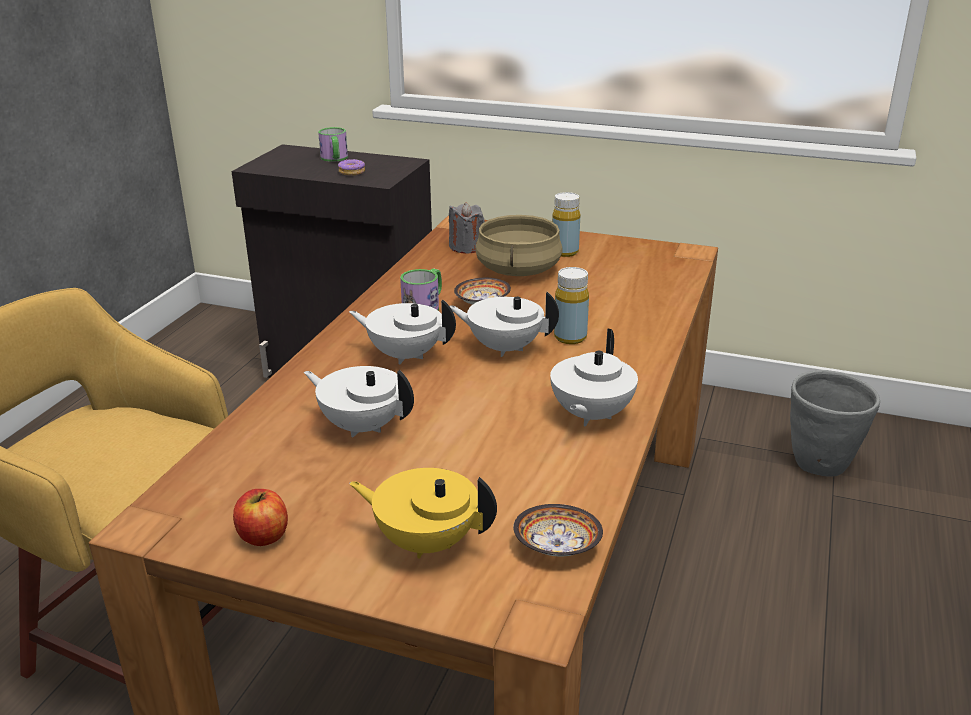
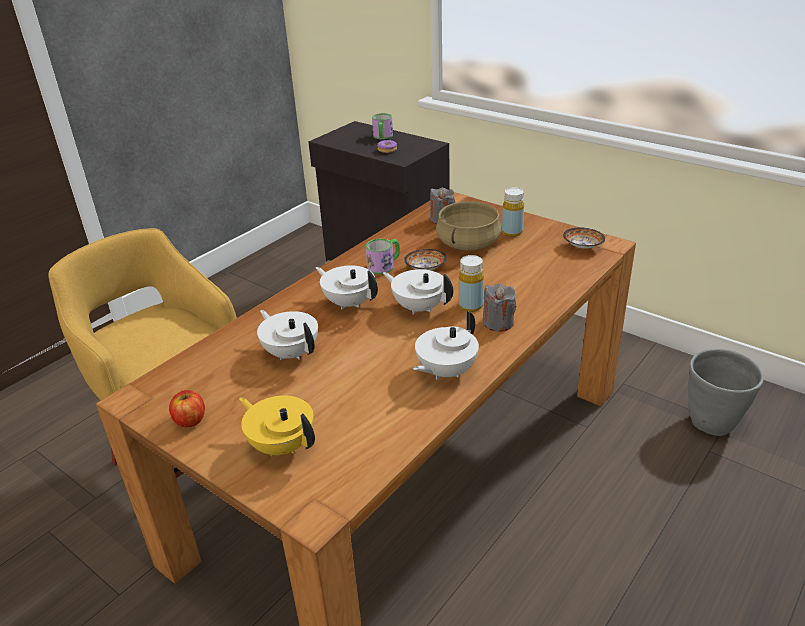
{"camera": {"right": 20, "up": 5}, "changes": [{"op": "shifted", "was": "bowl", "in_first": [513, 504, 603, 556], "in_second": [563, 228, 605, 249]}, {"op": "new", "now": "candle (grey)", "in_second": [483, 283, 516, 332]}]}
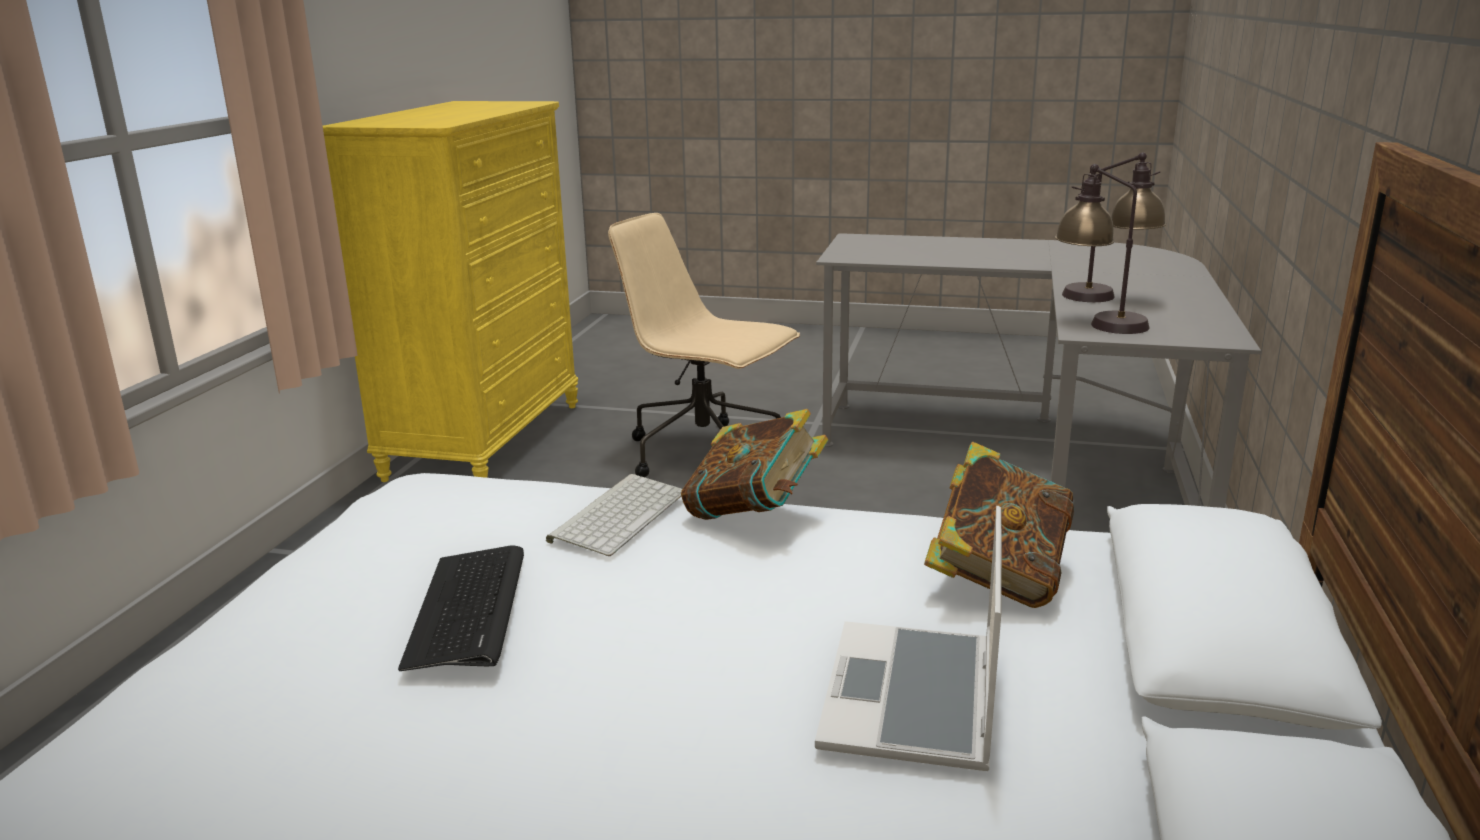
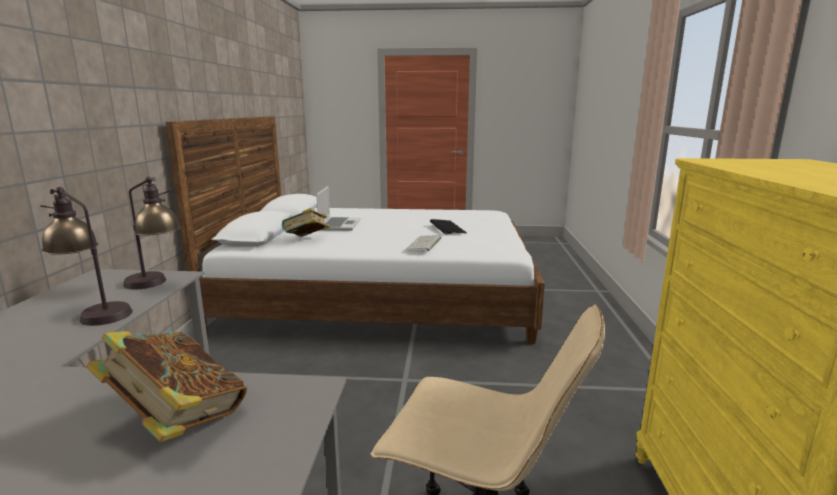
{"camera": {"right": 170, "up": -5}, "changes": [{"op": "shifted", "was": "book", "in_first": [681, 409, 829, 520], "in_second": [86, 331, 247, 442]}]}
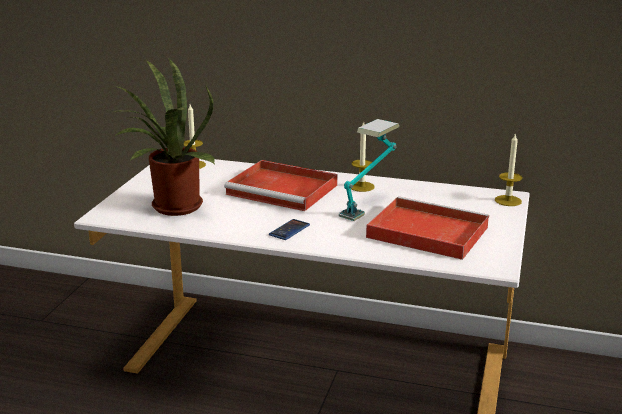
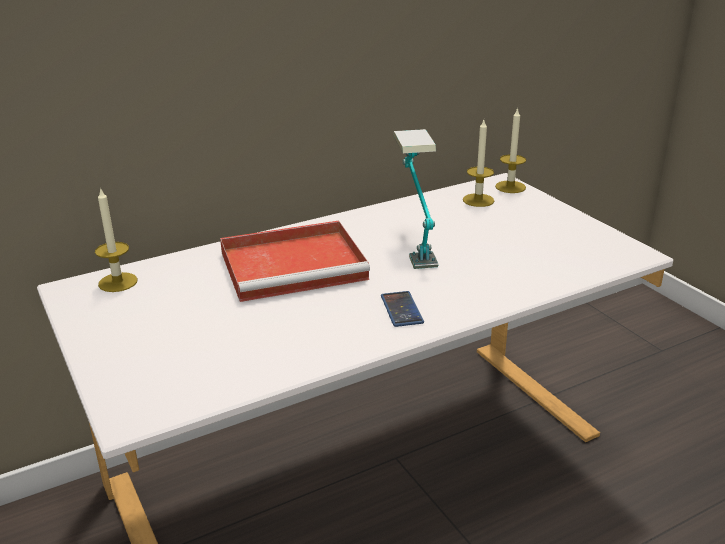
{"camera": {"right": -45, "up": 5}, "changes": [{"op": "gone", "was": "potted plant", "in_first": [112, 59, 215, 216]}, {"op": "shifted", "was": "candle", "in_first": [351, 121, 375, 192], "in_second": [463, 120, 494, 207]}, {"op": "gone", "was": "tray (red)", "in_first": [366, 196, 489, 260]}]}
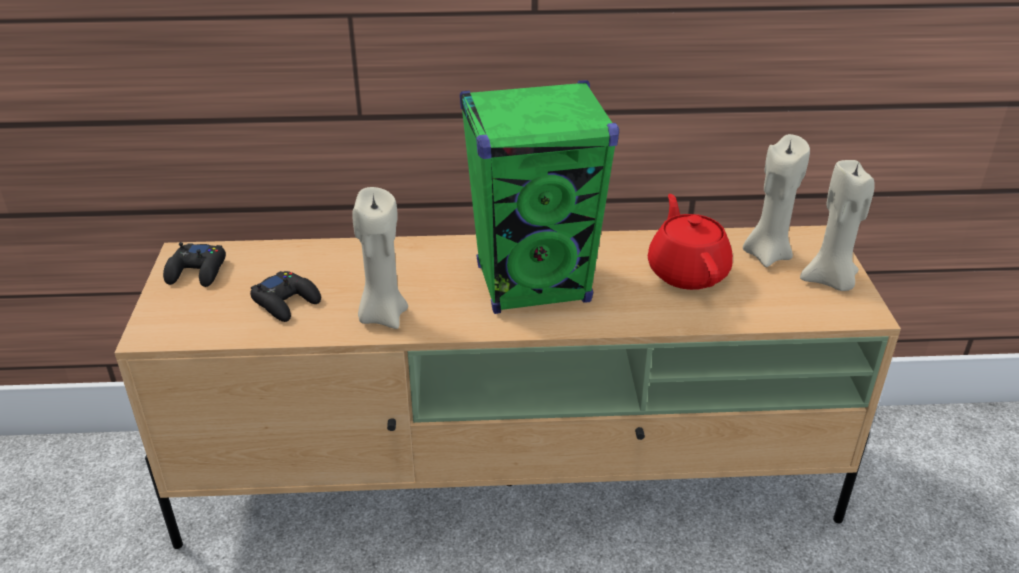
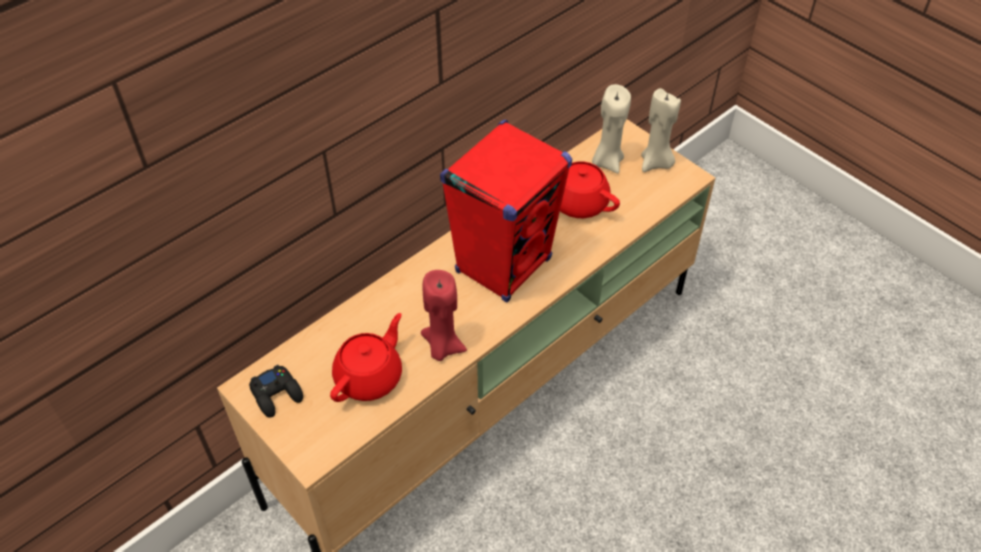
{"camera": {"right": -40, "up": 15}, "changes": [{"op": "swapped", "was": "game controller (black)", "now": "teapot (red)", "in_first": [250, 271, 321, 322], "in_second": [330, 313, 402, 402]}, {"op": "repainted", "was": "candle (beige)", "now": "candle (red)", "in_first": [352, 187, 408, 329], "in_second": [421, 270, 467, 361]}, {"op": "repainted", "was": "speaker (green)", "now": "speaker (red)", "in_first": [460, 80, 619, 314], "in_second": [440, 120, 572, 302]}]}
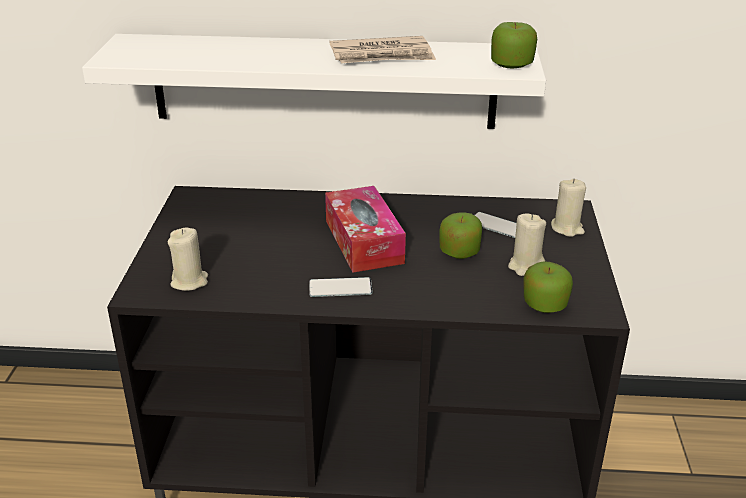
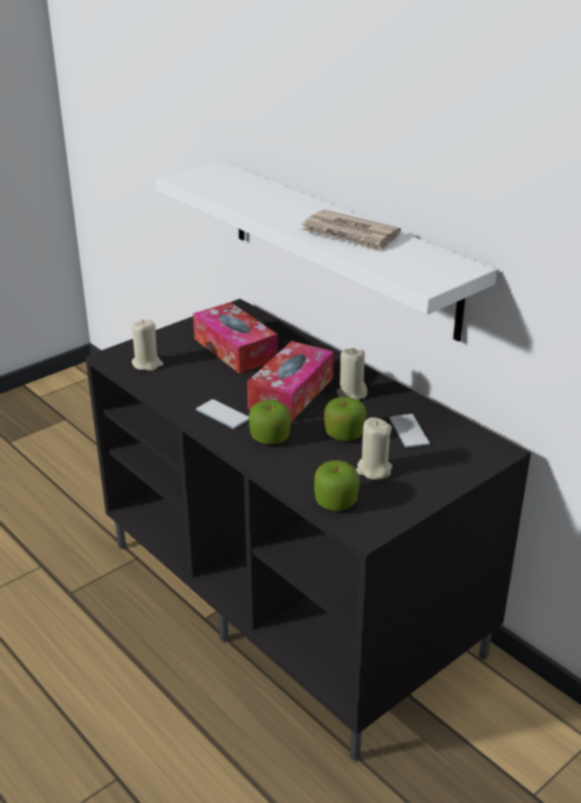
{"camera": {"right": 45, "up": 0}, "changes": [{"op": "shifted", "was": "apple", "in_first": [491, 22, 537, 68], "in_second": [249, 400, 291, 444]}, {"op": "shifted", "was": "candle (beige)", "in_first": [551, 179, 586, 237], "in_second": [337, 348, 367, 400]}, {"op": "new", "now": "tissue box", "in_second": [193, 302, 278, 374]}]}
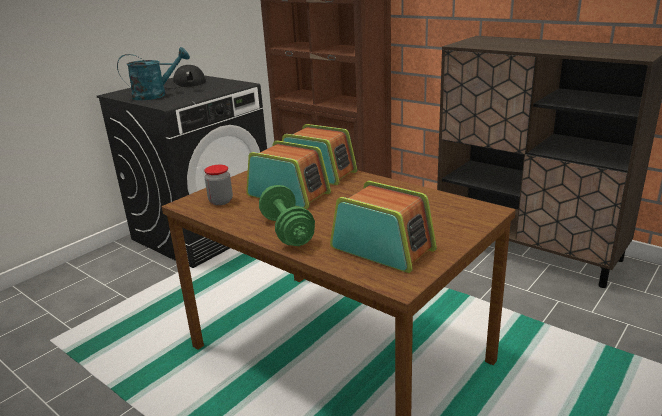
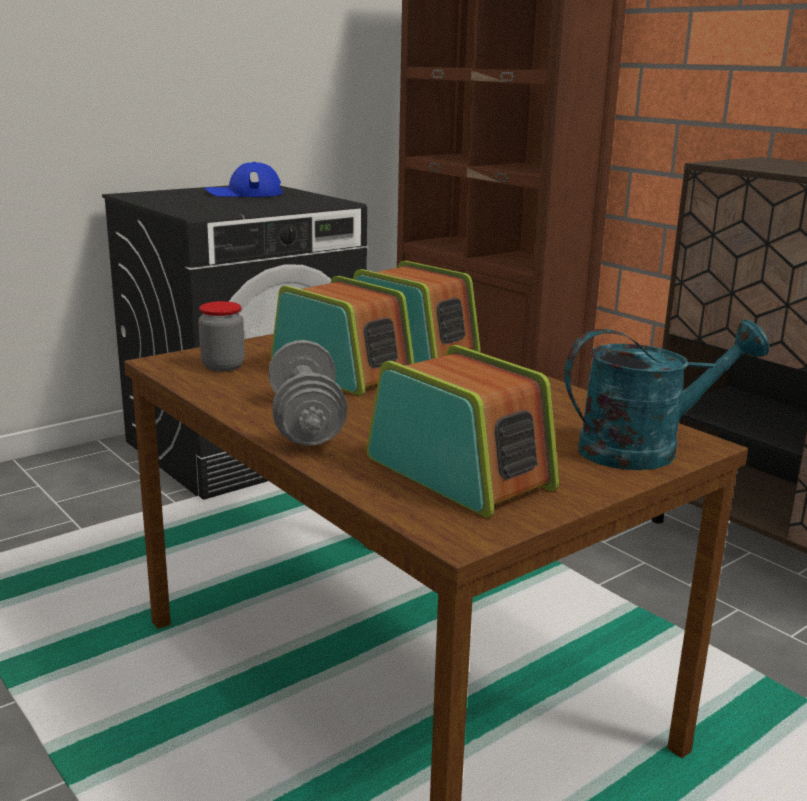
{"camera": {"right": 10, "up": -5}, "changes": [{"op": "shifted", "was": "watering can (turquoise)", "in_first": [117, 47, 190, 100], "in_second": [565, 320, 769, 470]}, {"op": "repainted", "was": "cap (black)", "now": "cap (blue)", "in_first": [164, 65, 206, 89], "in_second": [205, 162, 283, 197]}, {"op": "repainted", "was": "dumbbell (green)", "now": "dumbbell (grey)", "in_first": [259, 185, 315, 246], "in_second": [268, 340, 348, 446]}]}
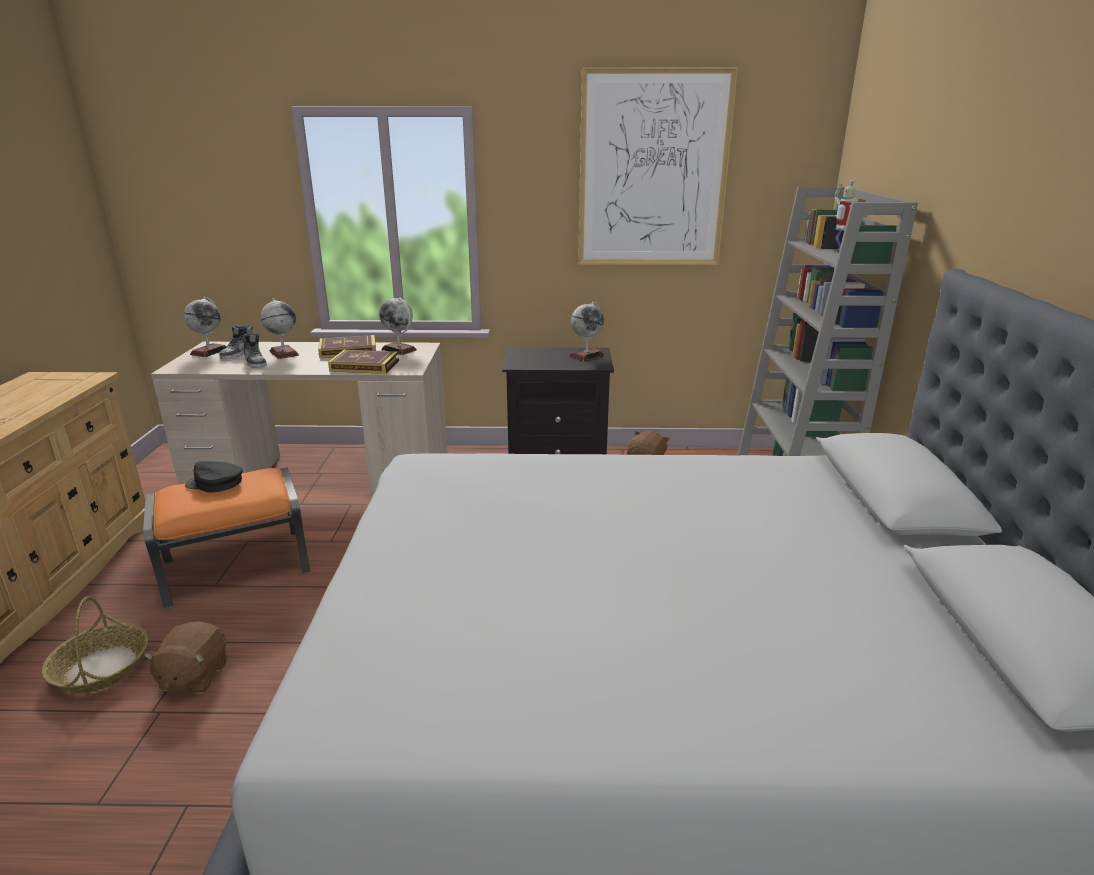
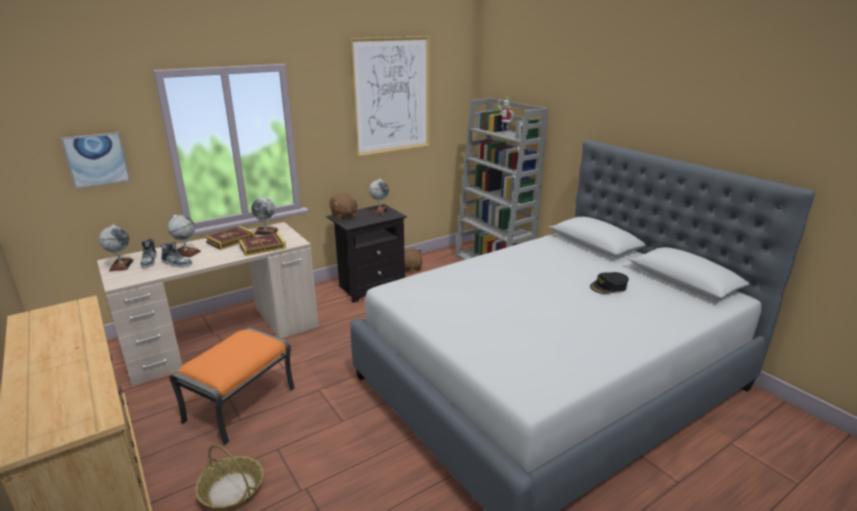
{"camera": {"right": -35, "up": 0}, "changes": [{"op": "shifted", "was": "plush toy (brown)", "in_first": [144, 621, 227, 693], "in_second": [330, 193, 358, 220]}, {"op": "shifted", "was": "cap (black)", "in_first": [185, 461, 243, 492], "in_second": [590, 272, 629, 294]}, {"op": "new", "now": "picture", "in_second": [61, 132, 131, 189]}]}
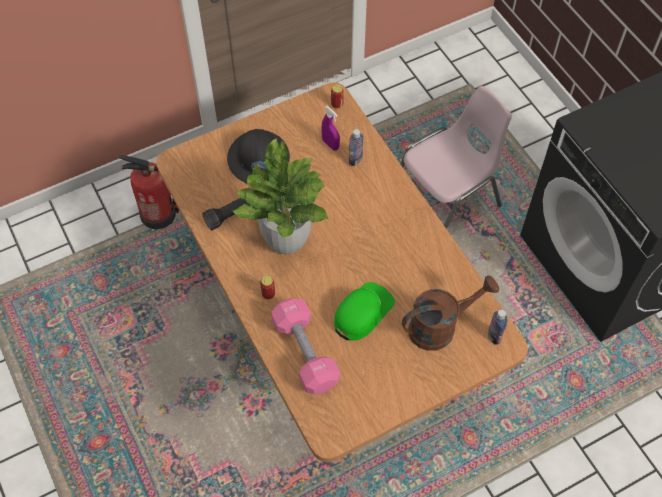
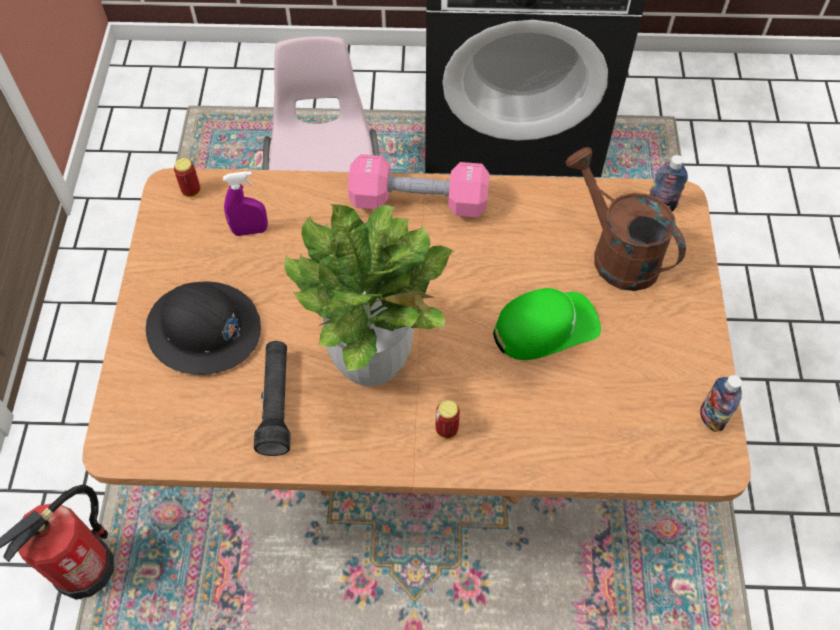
{"camera": {"right": -60, "up": 0}, "changes": [{"op": "shifted", "was": "dumbbell (pink)", "in_first": [271, 298, 340, 394], "in_second": [348, 154, 490, 217]}, {"op": "rotated", "was": "cap (green)", "in_first": [334, 282, 395, 341], "in_second": [493, 288, 601, 360], "clockwise": 90}, {"op": "shifted", "was": "bottle", "in_first": [349, 129, 364, 166], "in_second": [700, 375, 742, 432]}, {"op": "rotated", "was": "watering can (brown)", "in_first": [402, 275, 499, 351], "in_second": [566, 147, 686, 291], "clockwise": -45}]}
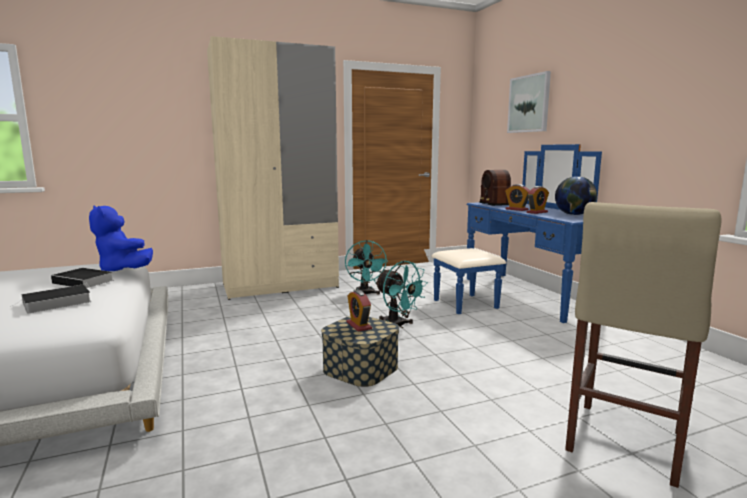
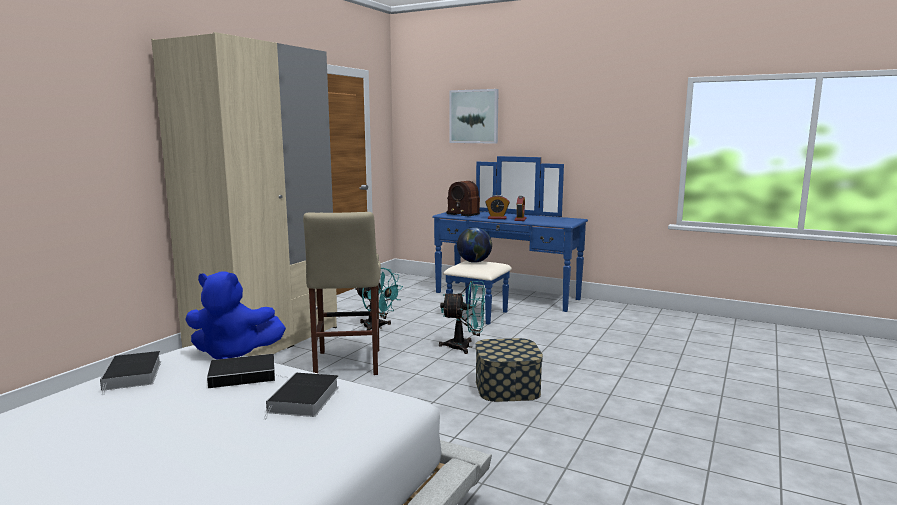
{"camera": {"right": -40, "up": 0}, "changes": [{"op": "gone", "was": "alarm clock", "in_first": [346, 290, 372, 332]}, {"op": "shifted", "was": "globe", "in_first": [555, 176, 597, 215], "in_second": [457, 227, 492, 263]}, {"op": "shifted", "was": "stool (beige)", "in_first": [565, 202, 721, 488], "in_second": [303, 212, 381, 375]}, {"op": "new", "now": "book", "in_second": [100, 351, 161, 395]}]}
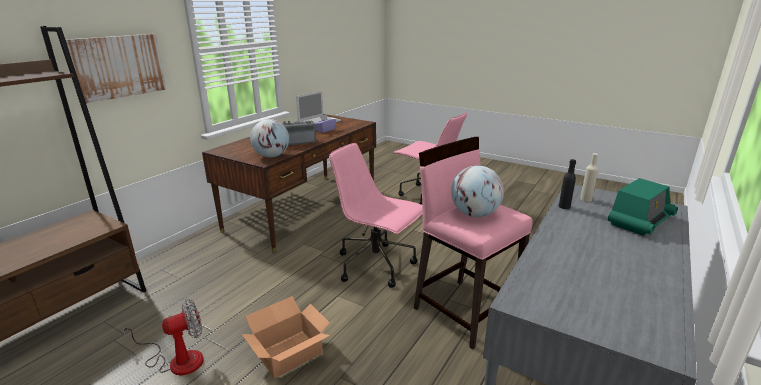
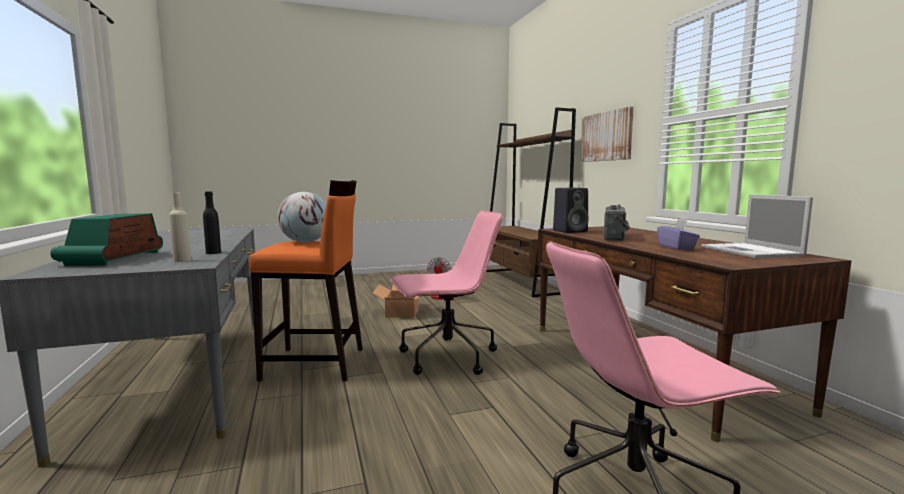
{"camera": {"right": 130, "up": -15}, "changes": [{"op": "swapped", "was": "globe", "now": "speaker (black)", "in_first": [250, 119, 289, 157], "in_second": [553, 188, 589, 233]}, {"op": "repainted", "was": "stool (pink)", "now": "stool (orange)", "in_first": [414, 137, 533, 350], "in_second": [249, 180, 363, 381]}]}
